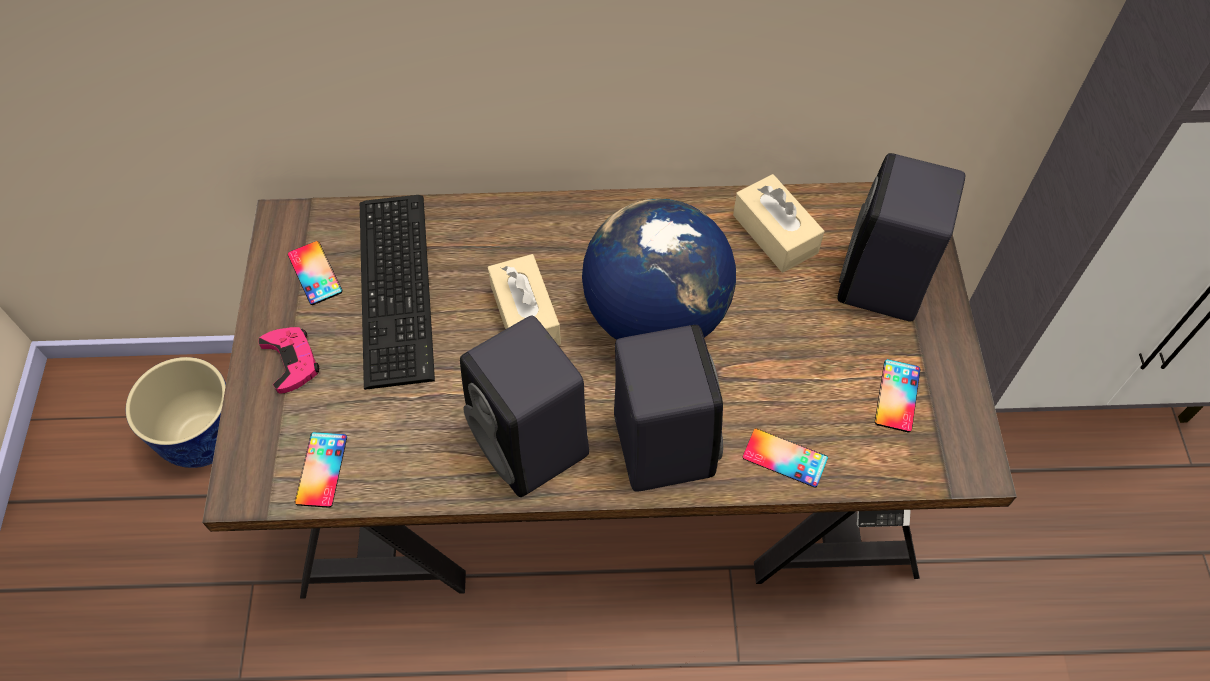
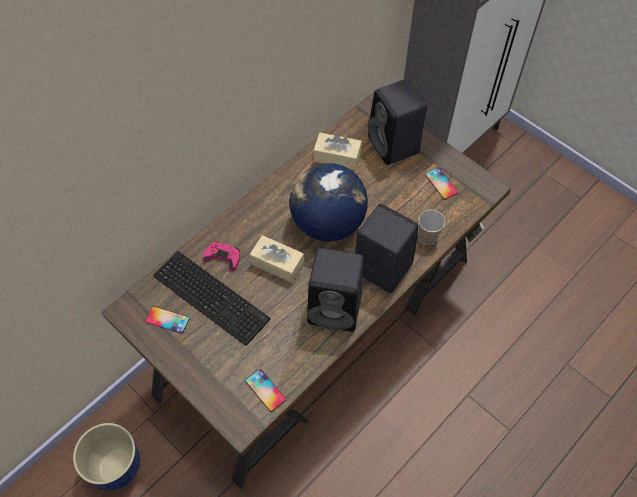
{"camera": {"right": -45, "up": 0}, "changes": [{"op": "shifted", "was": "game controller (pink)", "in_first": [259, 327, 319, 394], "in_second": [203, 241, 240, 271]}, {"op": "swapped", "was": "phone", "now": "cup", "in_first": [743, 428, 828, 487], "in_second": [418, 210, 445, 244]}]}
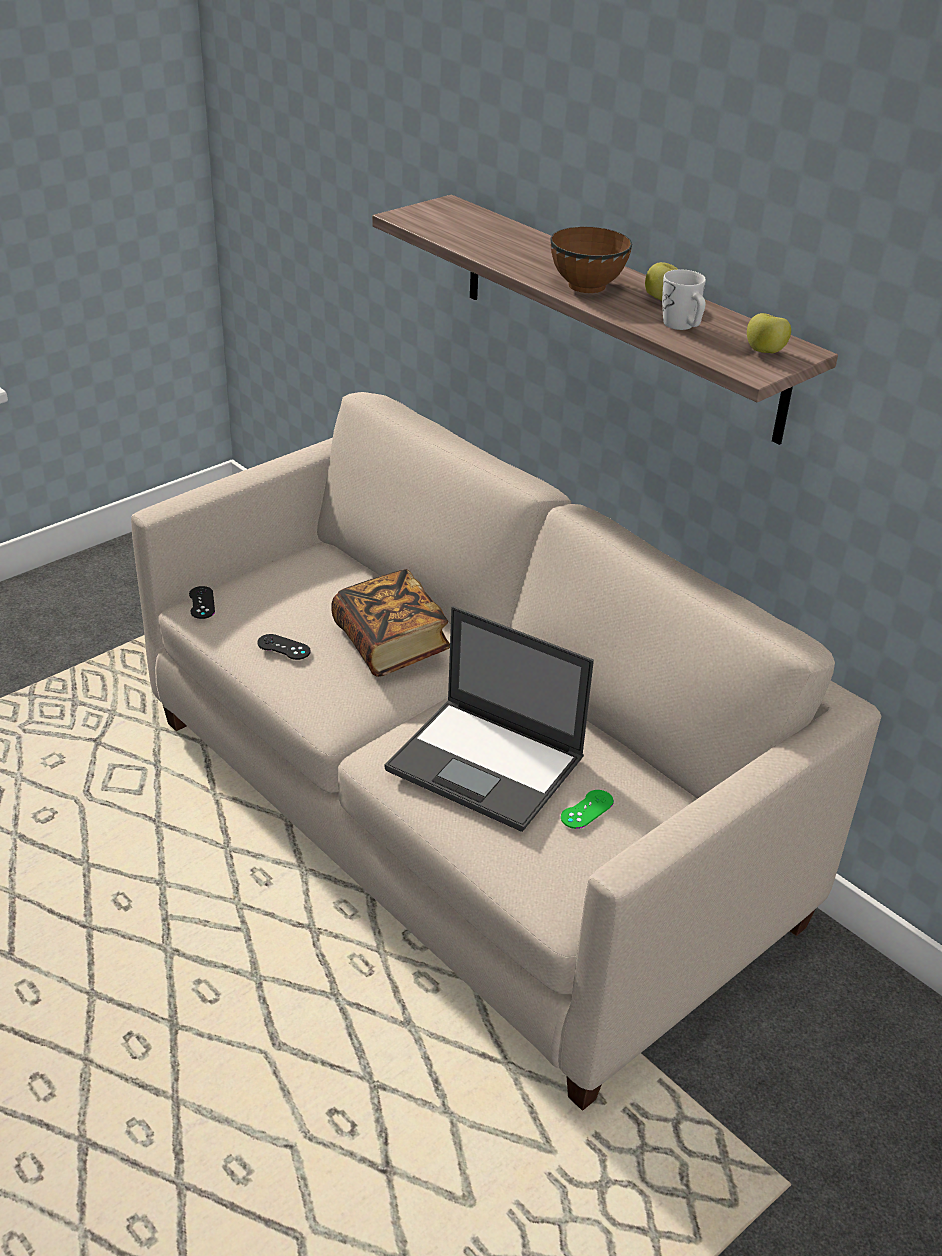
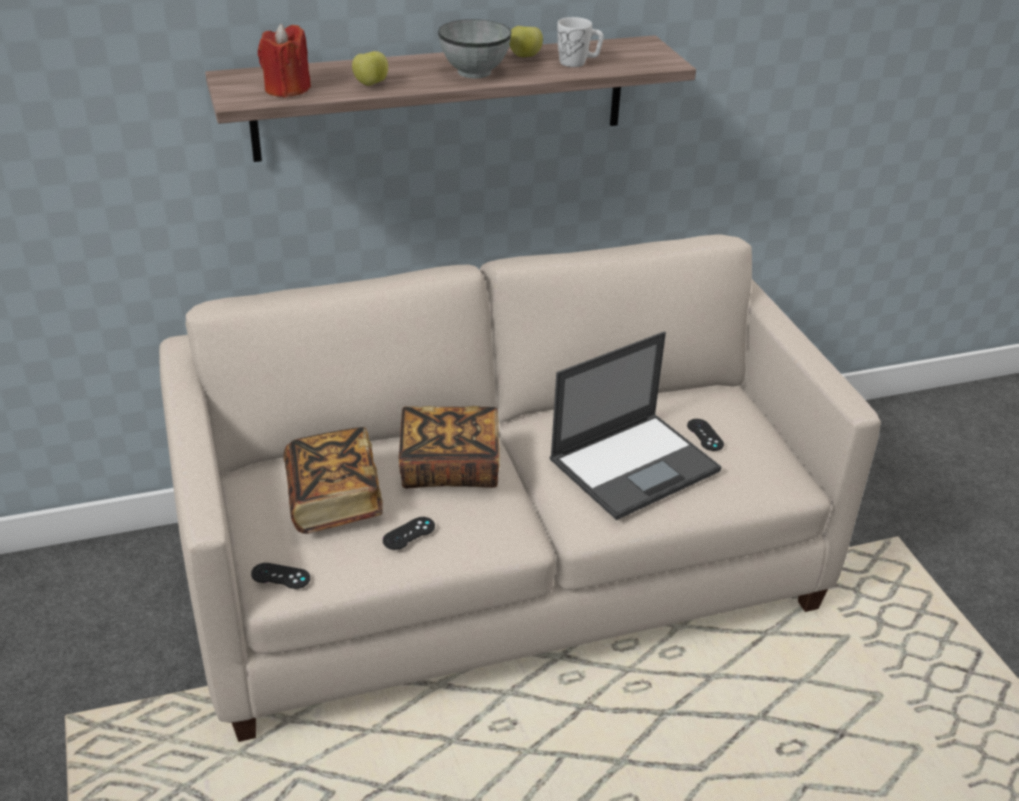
{"camera": {"right": -65, "up": 0}, "changes": [{"op": "repainted", "was": "bowl (brown)", "now": "bowl (grey)", "in_first": [550, 226, 632, 293], "in_second": [438, 19, 511, 78]}, {"op": "repainted", "was": "game controller (green)", "now": "game controller (black)", "in_first": [561, 790, 614, 829], "in_second": [687, 419, 724, 451]}, {"op": "shifted", "was": "apple", "in_first": [747, 313, 791, 353], "in_second": [352, 51, 388, 86]}, {"op": "new", "now": "candle (red)", "in_second": [258, 24, 311, 98]}, {"op": "new", "now": "book", "in_second": [284, 427, 383, 534]}]}
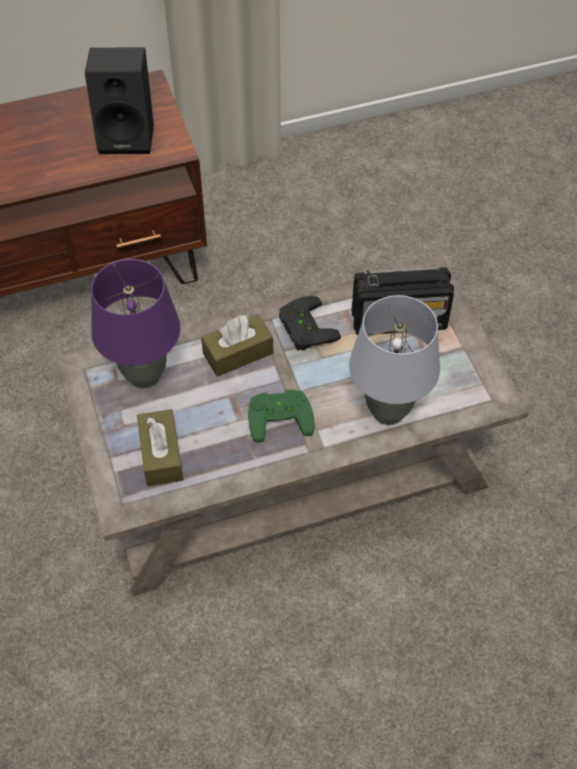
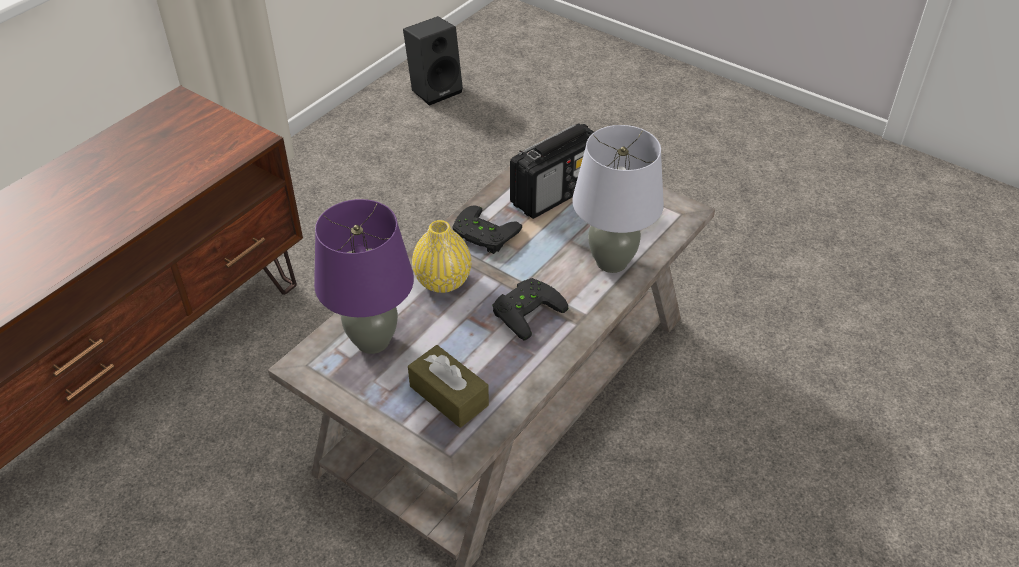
{"camera": {"right": -35, "up": -10}, "changes": [{"op": "shifted", "was": "speaker (black)", "in_first": [85, 47, 154, 154], "in_second": [403, 16, 463, 106]}, {"op": "swapped", "was": "tissue box (brown)", "now": "vase (yellow)", "in_first": [201, 314, 273, 377], "in_second": [412, 220, 472, 293]}, {"op": "repainted", "was": "game controller (green)", "now": "game controller (black)", "in_first": [248, 390, 315, 442], "in_second": [493, 278, 568, 341]}]}
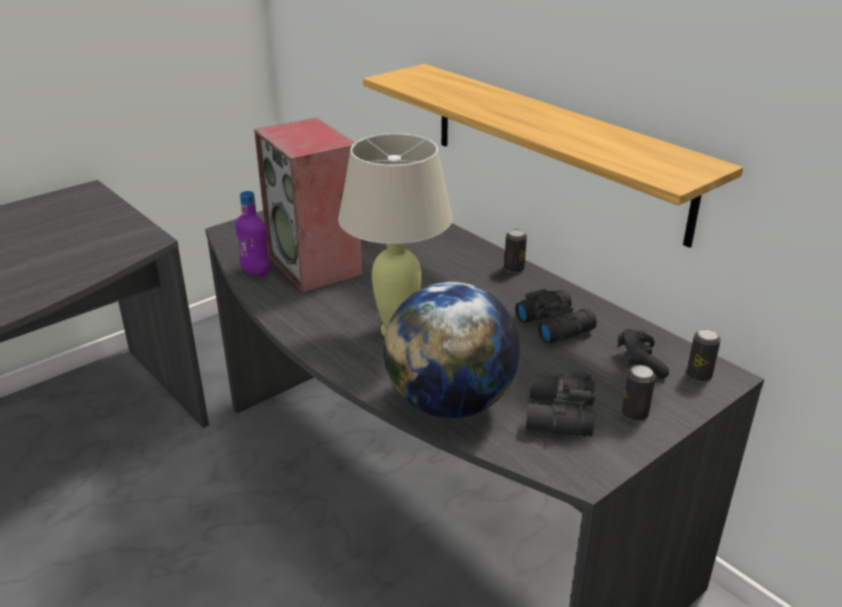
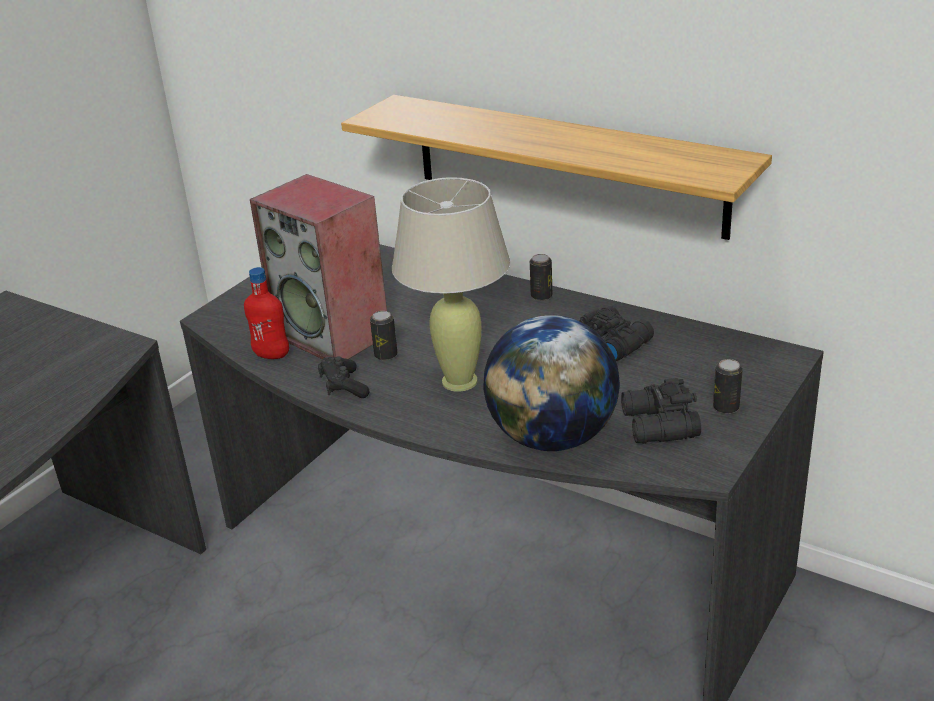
{"camera": {"right": -15, "up": 0}, "changes": [{"op": "repainted", "was": "bottle (purple)", "now": "bottle (red)", "in_first": [235, 191, 271, 276], "in_second": [244, 267, 289, 359]}, {"op": "shifted", "was": "game controller (black)", "in_first": [617, 329, 669, 378], "in_second": [318, 356, 369, 398]}, {"op": "shifted", "was": "can", "in_first": [687, 329, 721, 382], "in_second": [370, 311, 398, 360]}]}
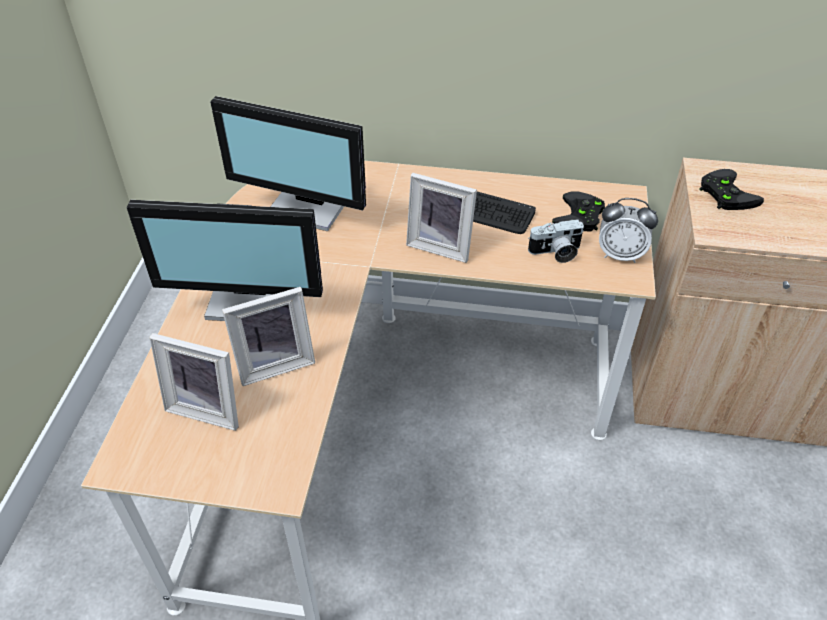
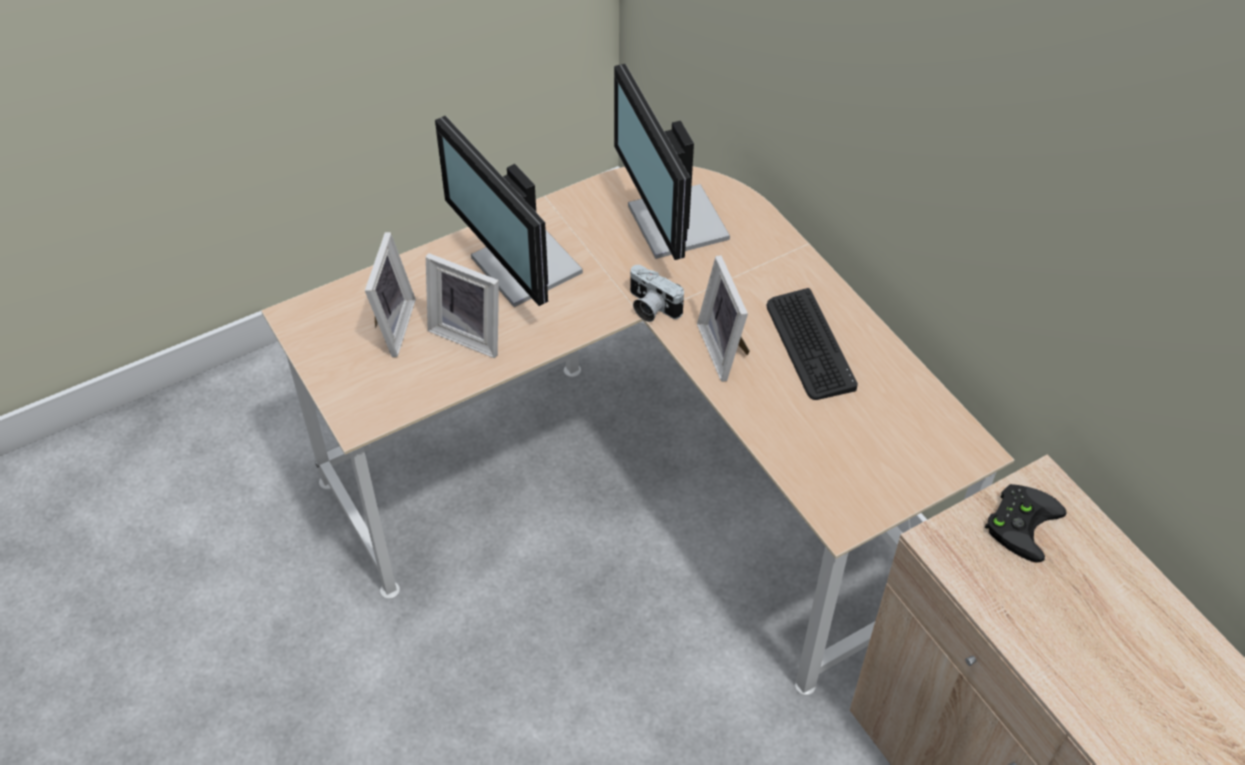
{"camera": {"right": 50, "up": 5}, "changes": [{"op": "rotated", "was": "picture frame", "in_first": [150, 333, 239, 431], "in_second": [365, 232, 416, 357], "clockwise": -150}, {"op": "shifted", "was": "photo camera", "in_first": [528, 219, 584, 263], "in_second": [630, 265, 684, 322]}, {"op": "gone", "was": "game controller (black)", "in_first": [552, 192, 605, 231]}, {"op": "gone", "was": "alarm clock", "in_first": [599, 198, 658, 263]}]}
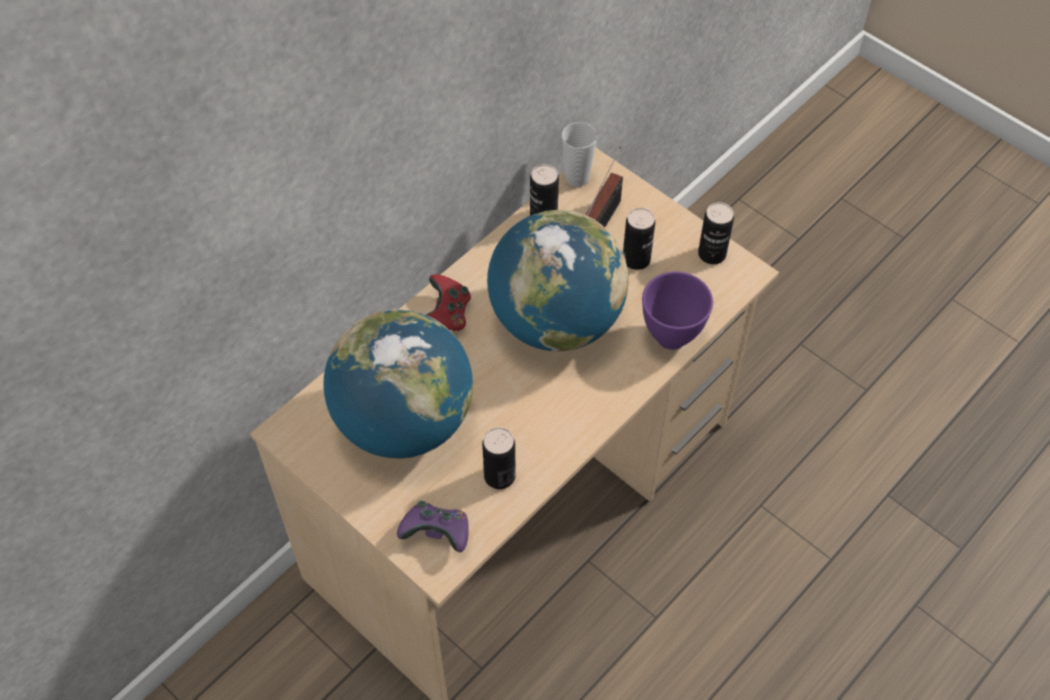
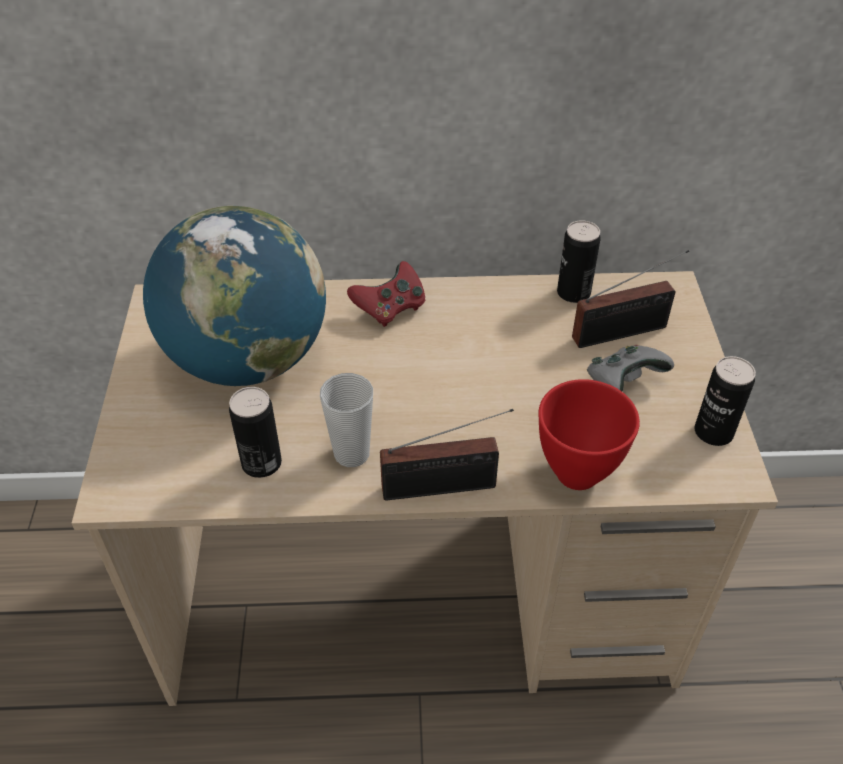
{"camera": {"right": 45, "up": -10}, "changes": [{"op": "gone", "was": "game controller (purple)", "in_first": [397, 501, 469, 552]}, {"op": "gone", "was": "globe", "in_first": [487, 210, 629, 352]}, {"op": "shifted", "was": "cup", "in_first": [562, 122, 597, 187], "in_second": [320, 373, 373, 467]}, {"op": "swapped", "was": "can", "now": "game controller (grey)", "in_first": [623, 208, 655, 270], "in_second": [587, 345, 674, 392]}, {"op": "repainted", "was": "bowl (purple)", "now": "bowl (red)", "in_first": [642, 272, 713, 350], "in_second": [538, 379, 640, 490]}, {"op": "new", "now": "radio", "in_second": [380, 409, 514, 500]}]}
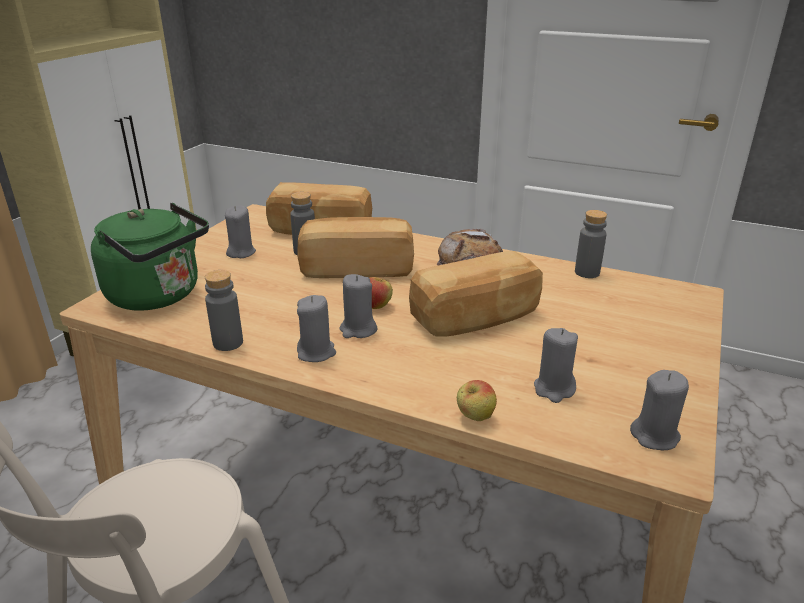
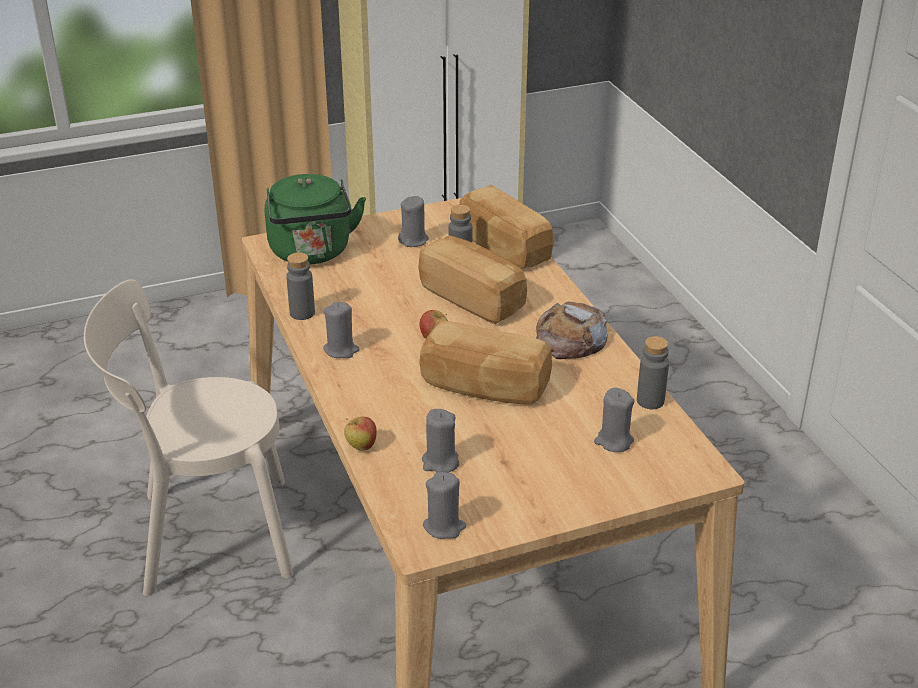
{"camera": {"right": 45, "up": 5}, "changes": [{"op": "shifted", "was": "candle (grey)", "in_first": [340, 274, 377, 338], "in_second": [594, 387, 635, 452]}]}
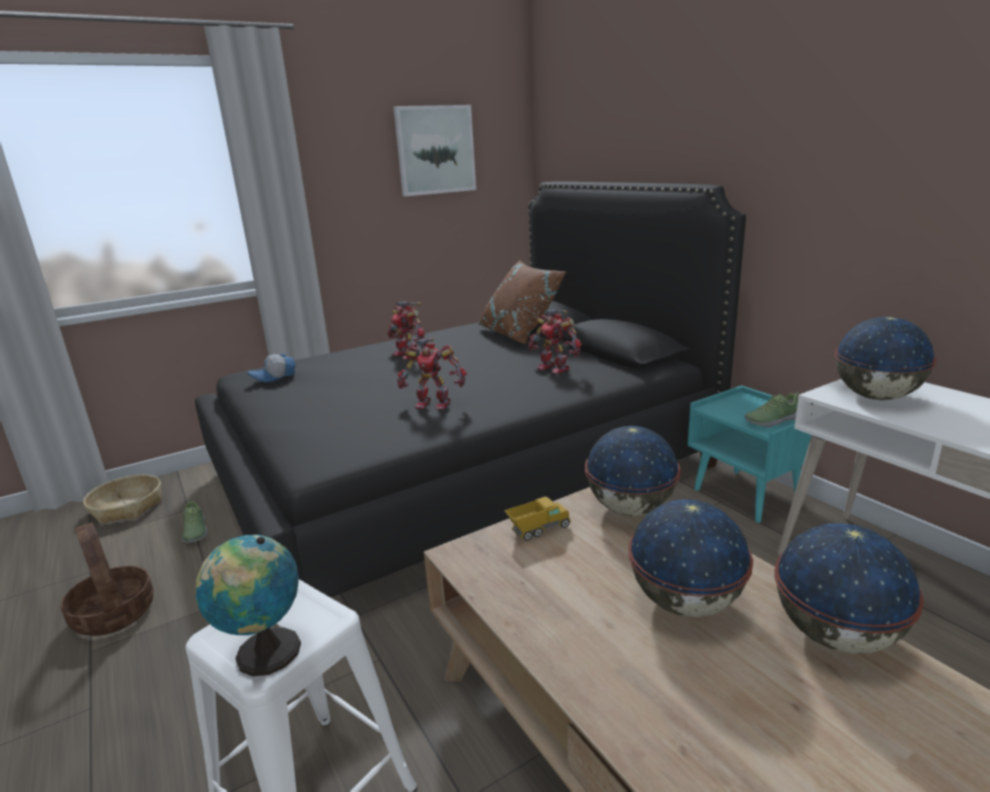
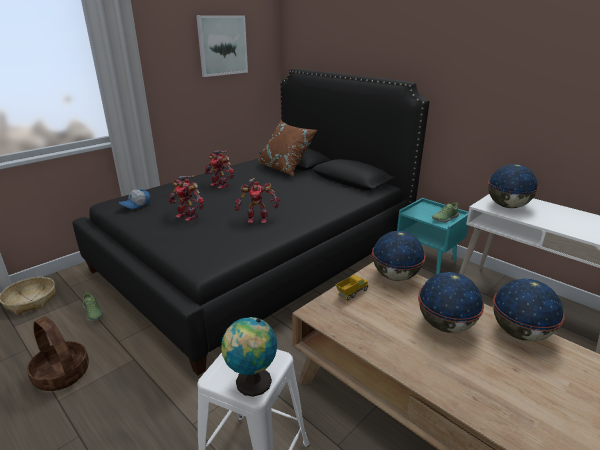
{"camera": {"right": -15, "up": 5}, "changes": [{"op": "shifted", "was": "toy robot", "in_first": [528, 310, 582, 374], "in_second": [168, 175, 204, 221]}]}
